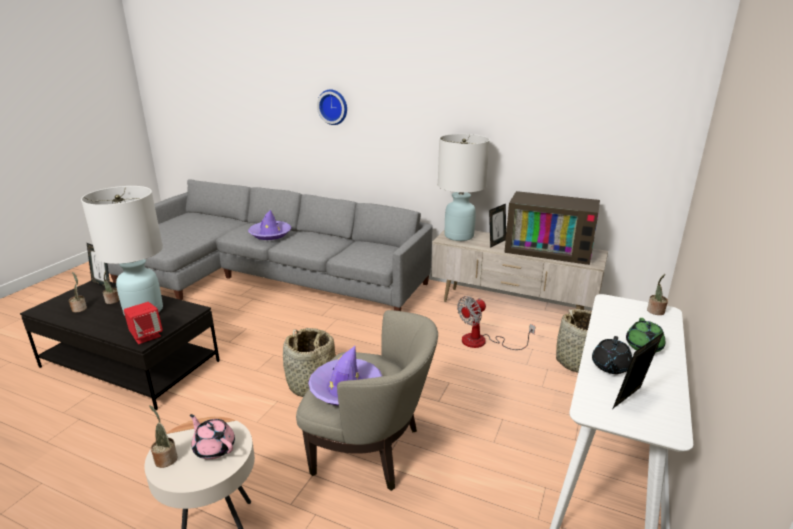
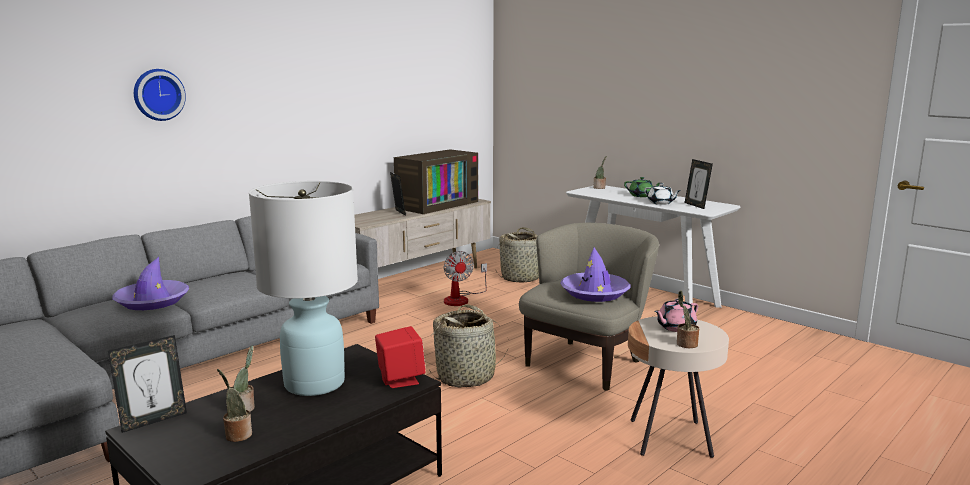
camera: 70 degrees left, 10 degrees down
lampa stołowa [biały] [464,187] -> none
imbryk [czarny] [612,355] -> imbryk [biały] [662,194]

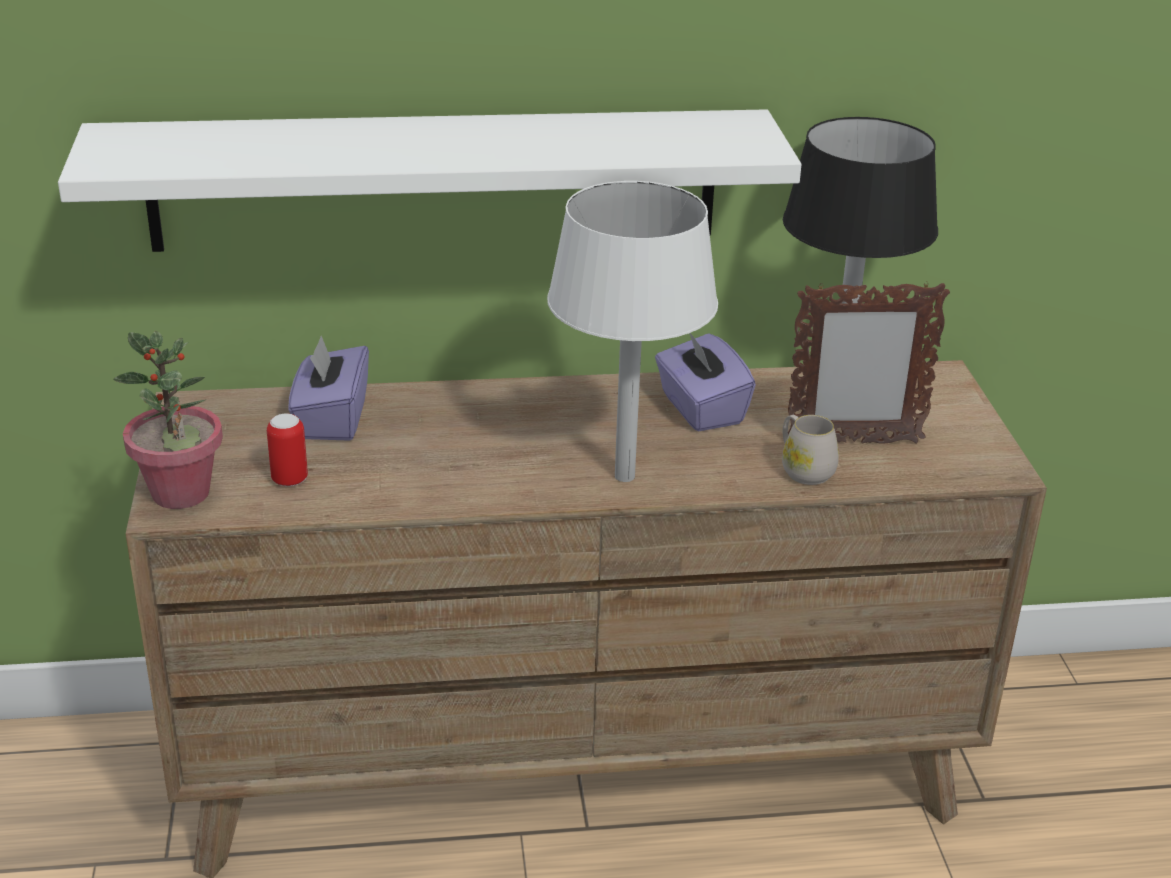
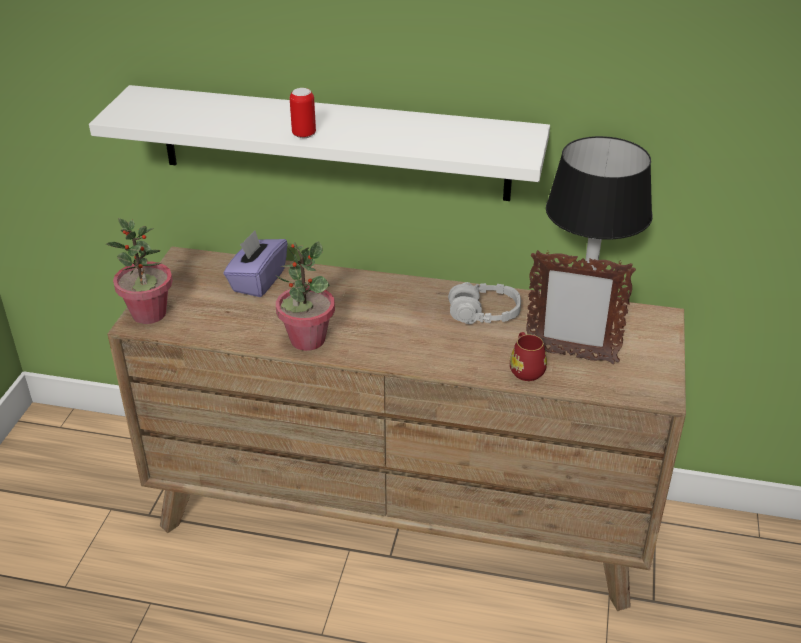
camera: 20 degrees right, 5 degrees up
lampa stołowa [biały] [632,331] -> none
pudełko chusteczek [fioletowy] [705,382] -> słuchawki [szary] [484,303]
puszka [287,450] -> puszka [303,113], relocated
kubek [biały] [810,450] -> kubek [czerwony] [528,356]
none -> roślina doniczkowa [305,296]

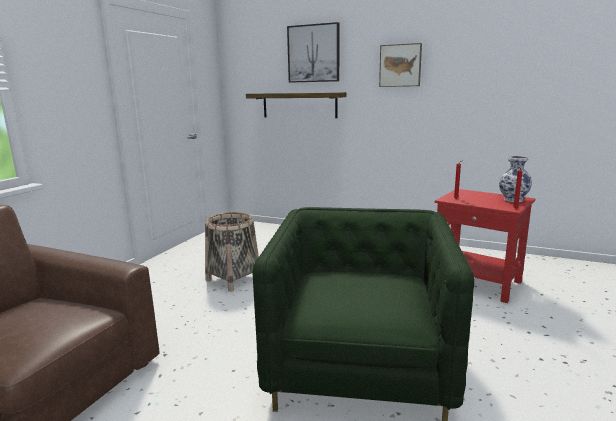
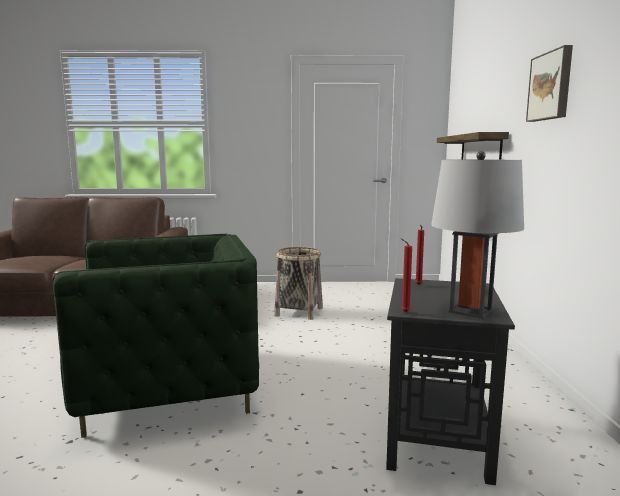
camera: 65 degrees right, 5 degrees down
obraz [313,52] -> none
wazon [515,179] -> lampa stołowa [szary] [477,235]
stolik [czerwony] [485,246] -> stolik [czarny] [450,381]

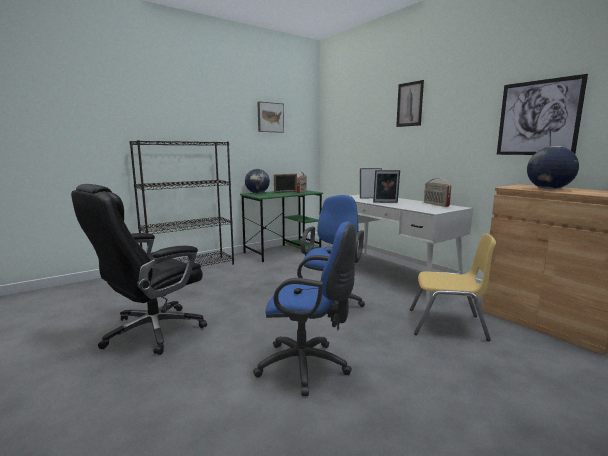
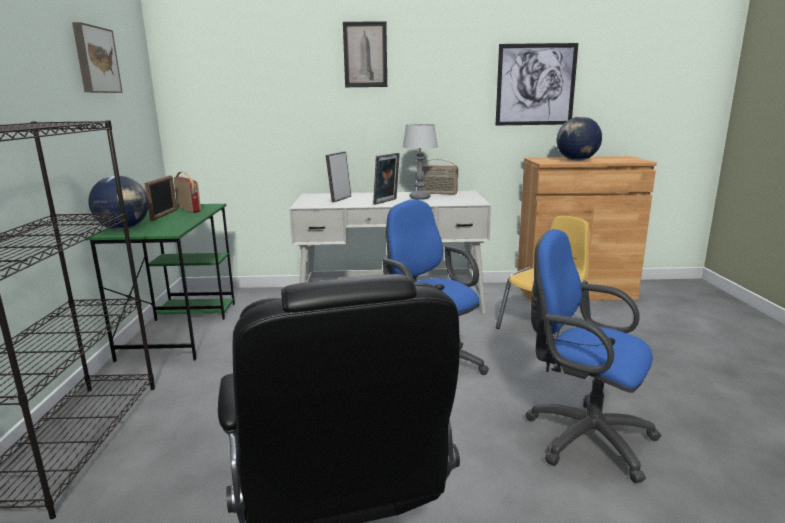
camera: 55 degrees left, 5 degrees up
krzesło biurowe [niebieski] [304,309] -> krzesło biurowe [niebieski] [593,356], 105 degrees counterclockwise
none -> lampa stołowa [420,162]

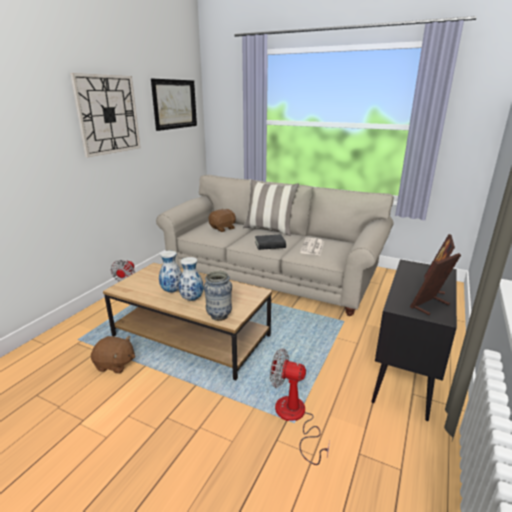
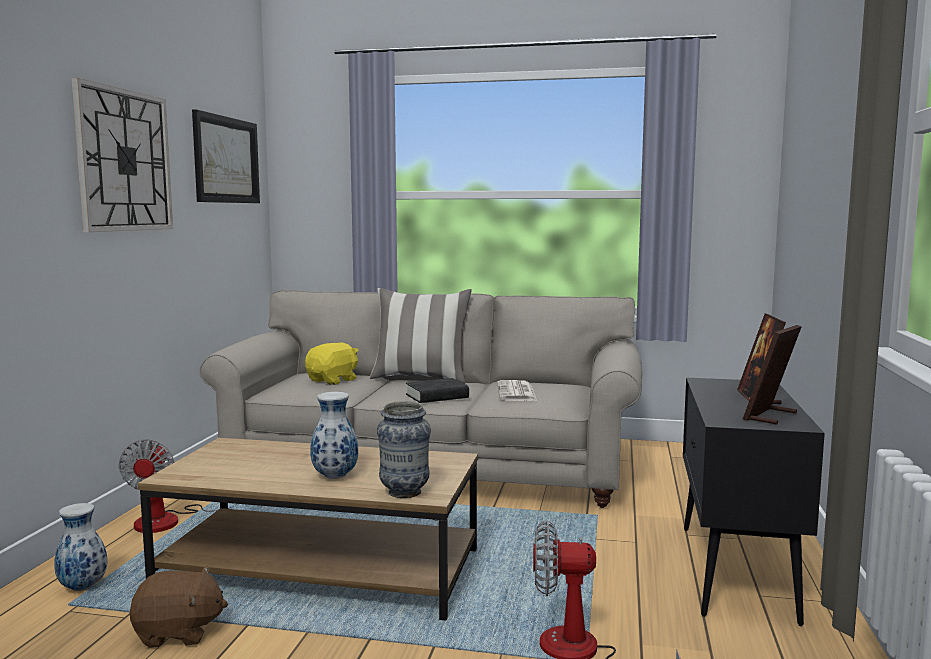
camera: 15 degrees left, 15 degrees down
pluszak [brązowy] [222,220] -> pluszak [żółty] [332,363]
wazon [170,272] -> wazon [80,547], relocated

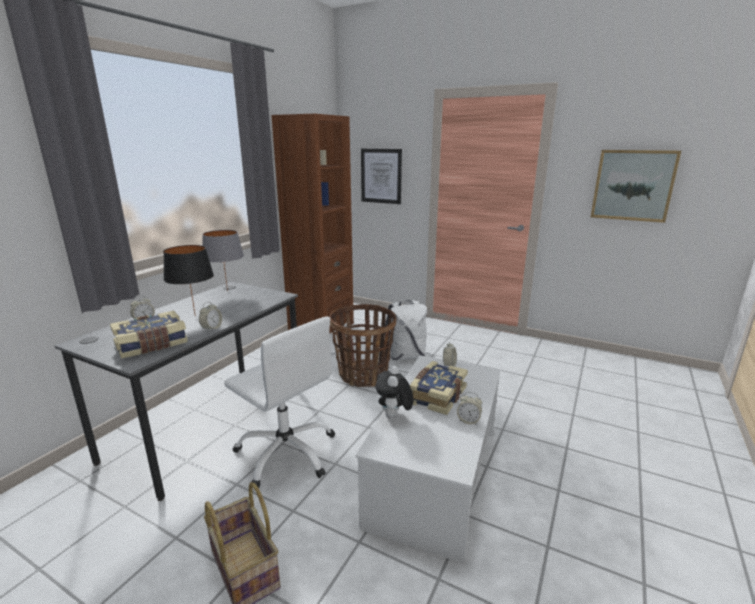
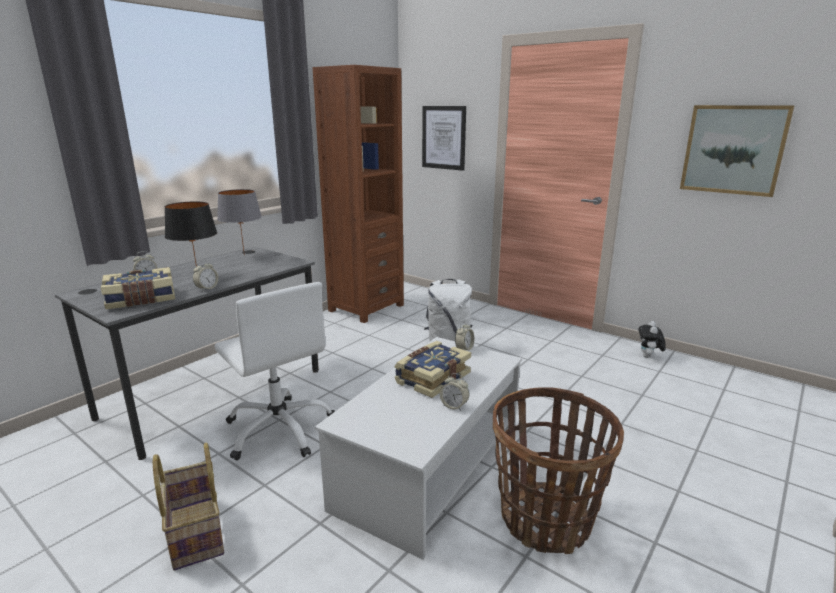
camera: 10 degrees right, 0 degrees up
koszyk [362,345] -> koszyk [558,471], relocated
pluszak [394,392] -> pluszak [652,339], relocated

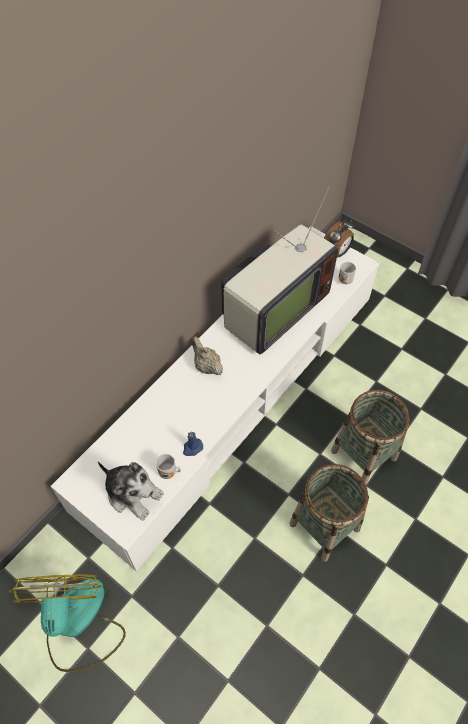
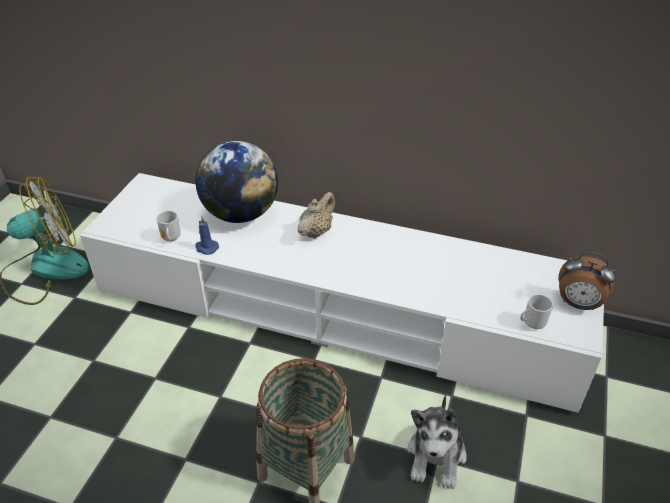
camera: 70 degrees right, 15 degrees down
telewizor [279,270] -> none
pluszak [131,490] -> pluszak [437,441], relocated
koszyk [329,513] -> none
none -> globus [237,182]

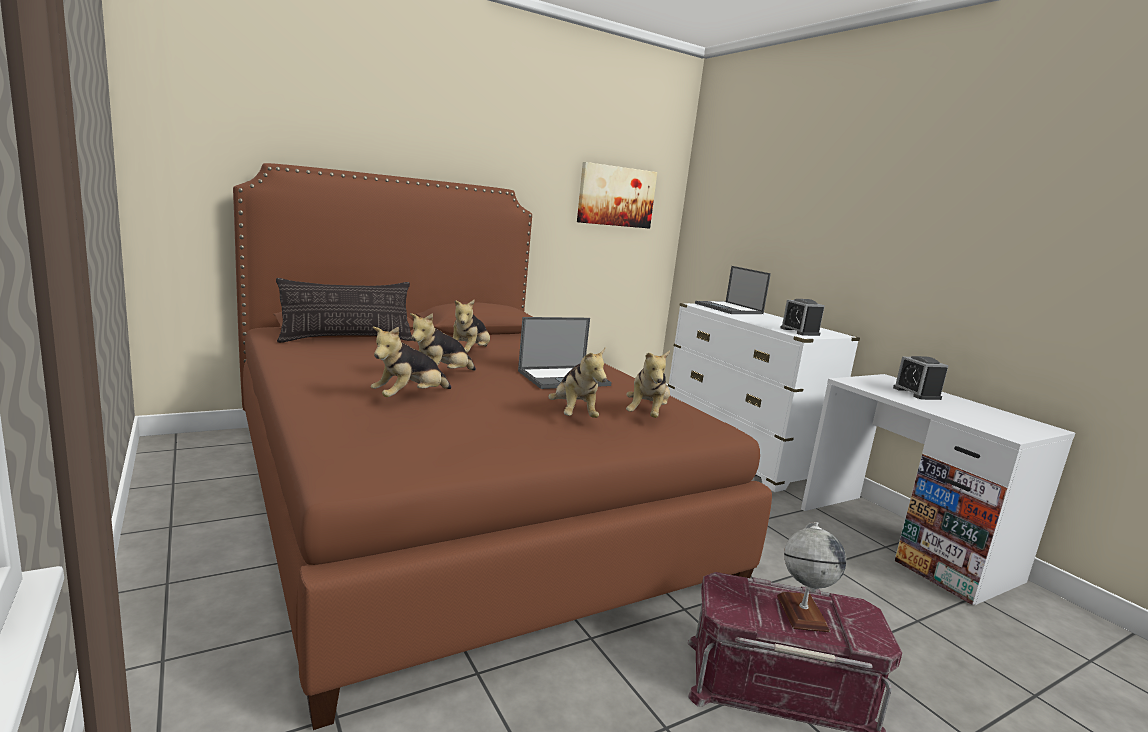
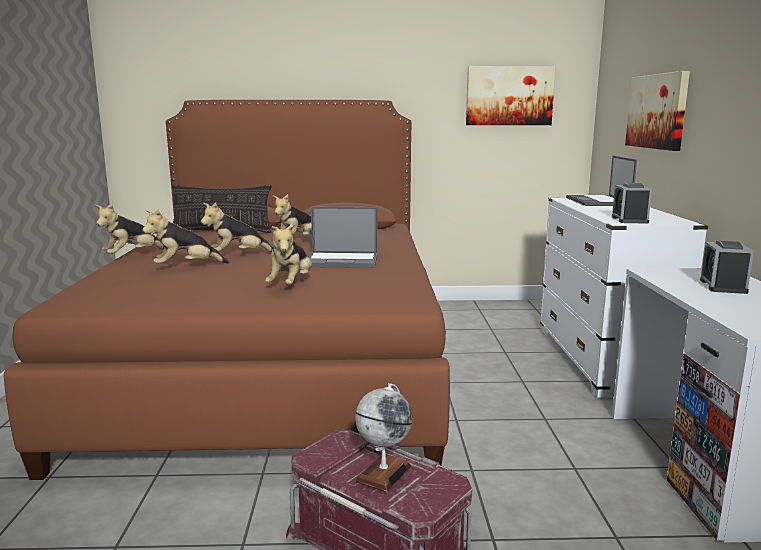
camera: 30 degrees right, 0 degrees up
pluszak [648,384] -> pluszak [129,228], relocated
none -> obraz [657,111]

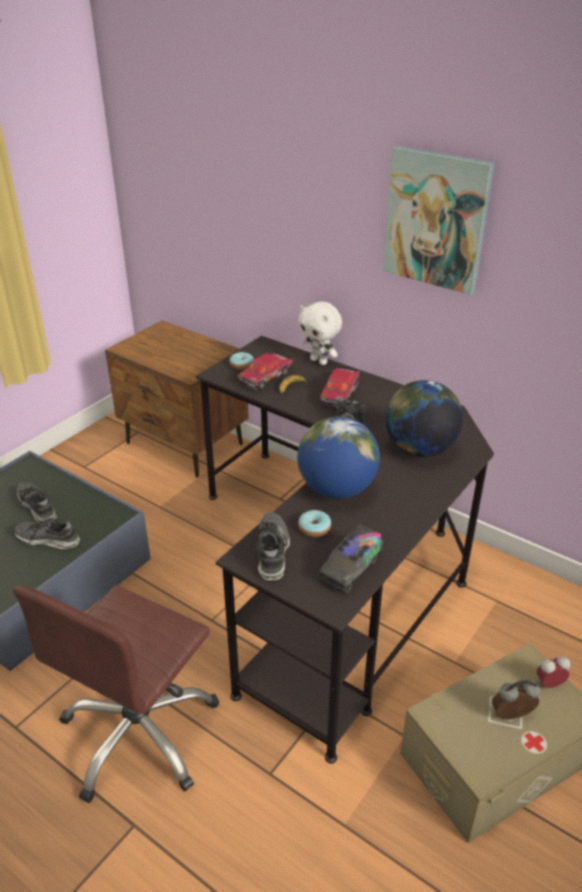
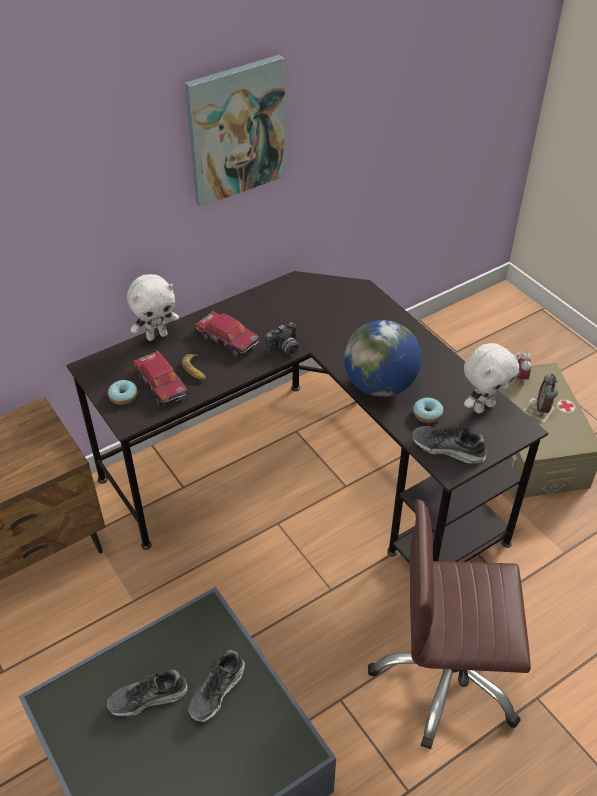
camera: 70 degrees left, 10 degrees up
globus [424,418] -> none
ciężarówka zabawkowa [350,558] -> pluszak [biały] [492,378]
krzesło biurowe [brązowy] [116,694] -> krzesło biurowe [brązowy] [449,624], 135 degrees clockwise

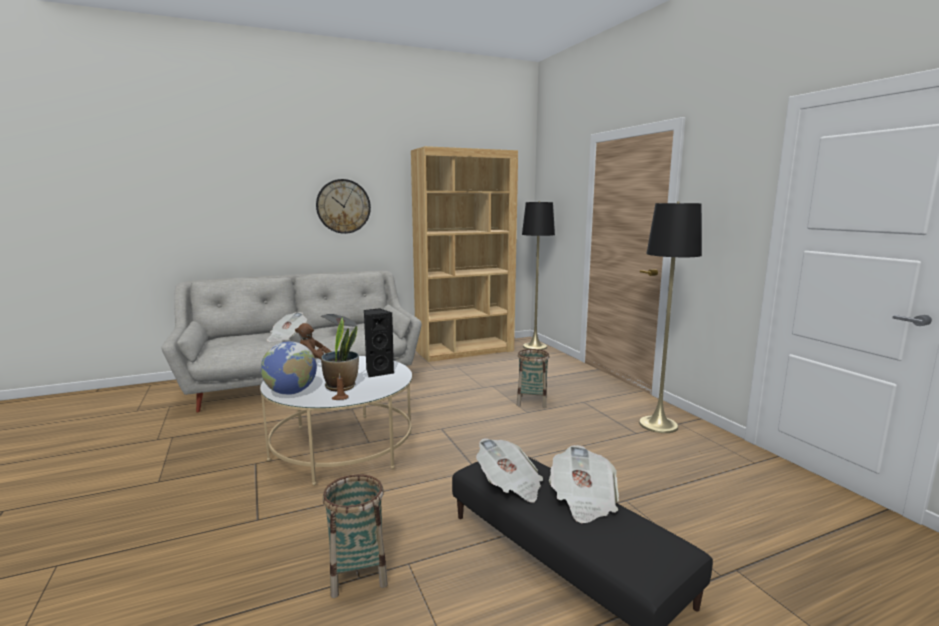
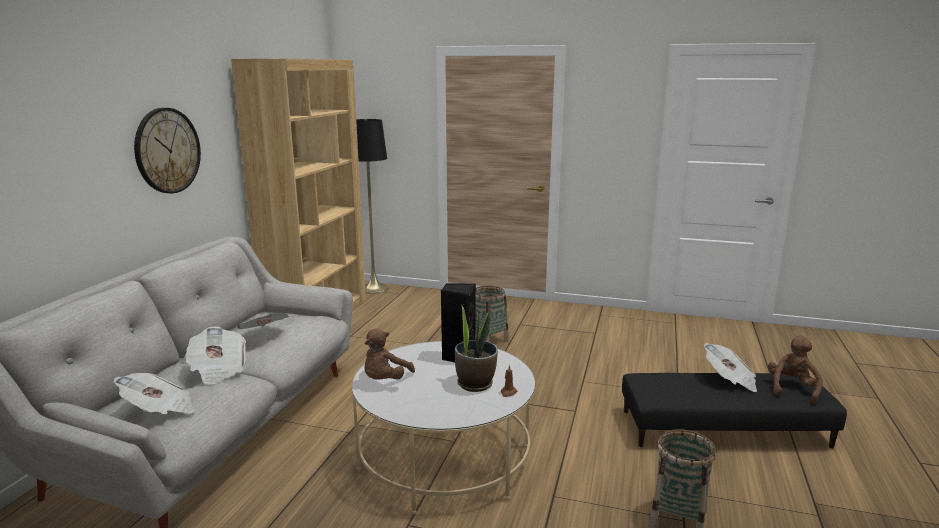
camera: 50 degrees left, 5 degrees up
lampa stojąca [czarny] [670,317] -> none
globus [289,368] -> none
gazeta [509,470] -> gazeta [154,393], relocated
none -> pluszak [brązowy] [795,369]

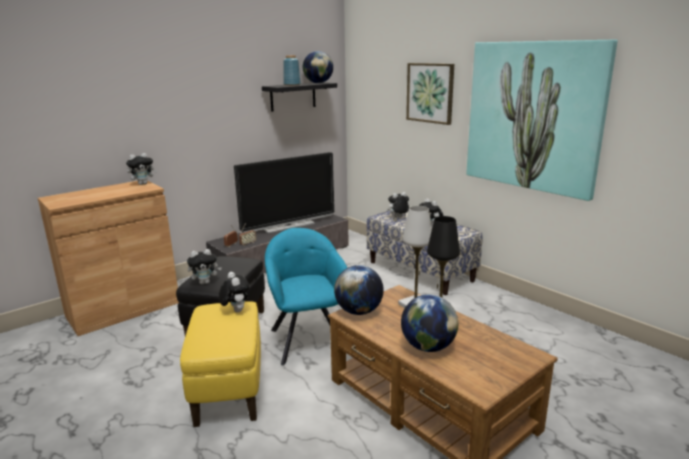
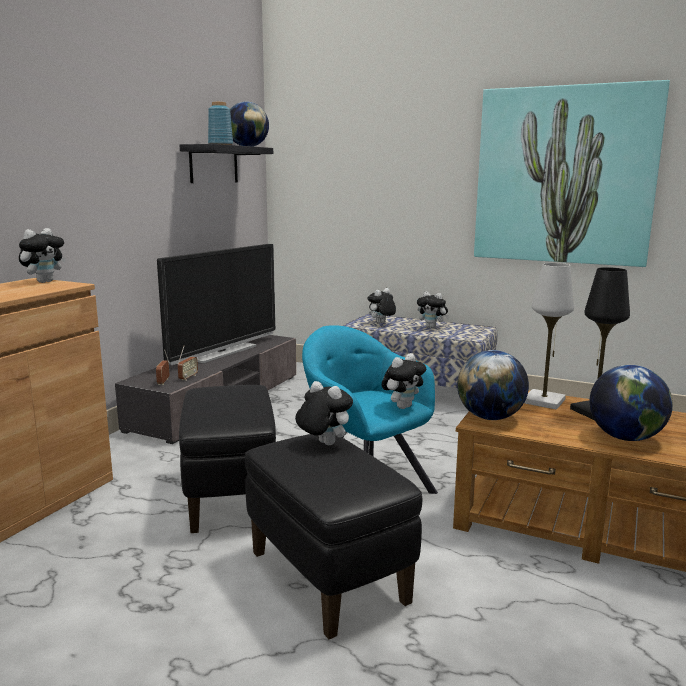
camera: 25 degrees left, 5 degrees down
obraz [430,94] -> none
pluszak [204,266] -> pluszak [404,381], relocated
pufa [żółty] [220,364] -> pufa [czarny] [333,536]

